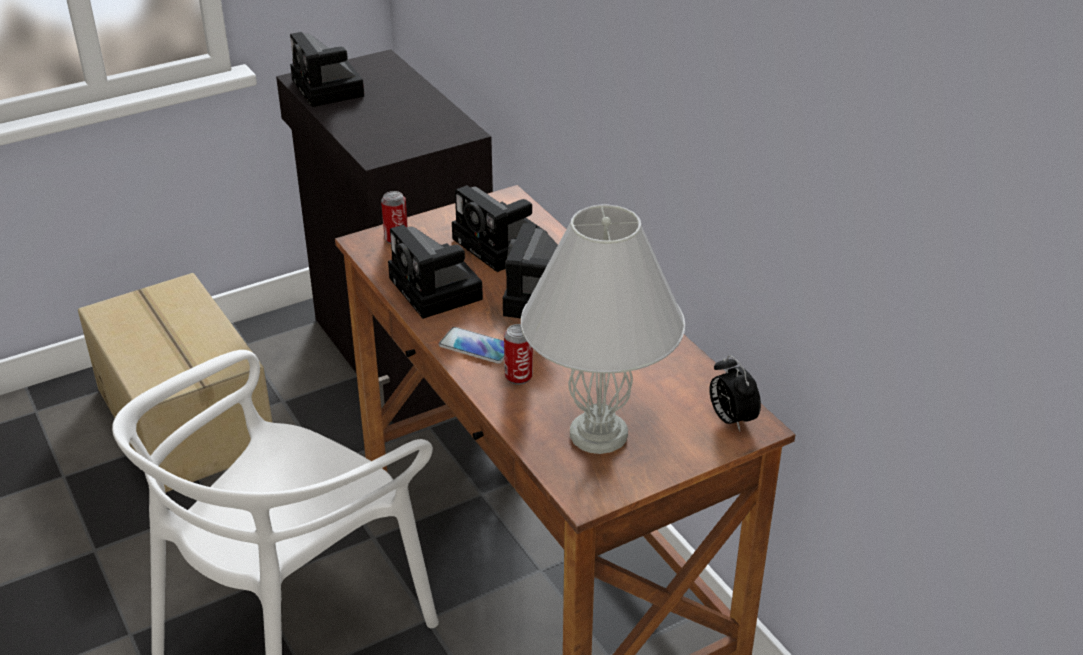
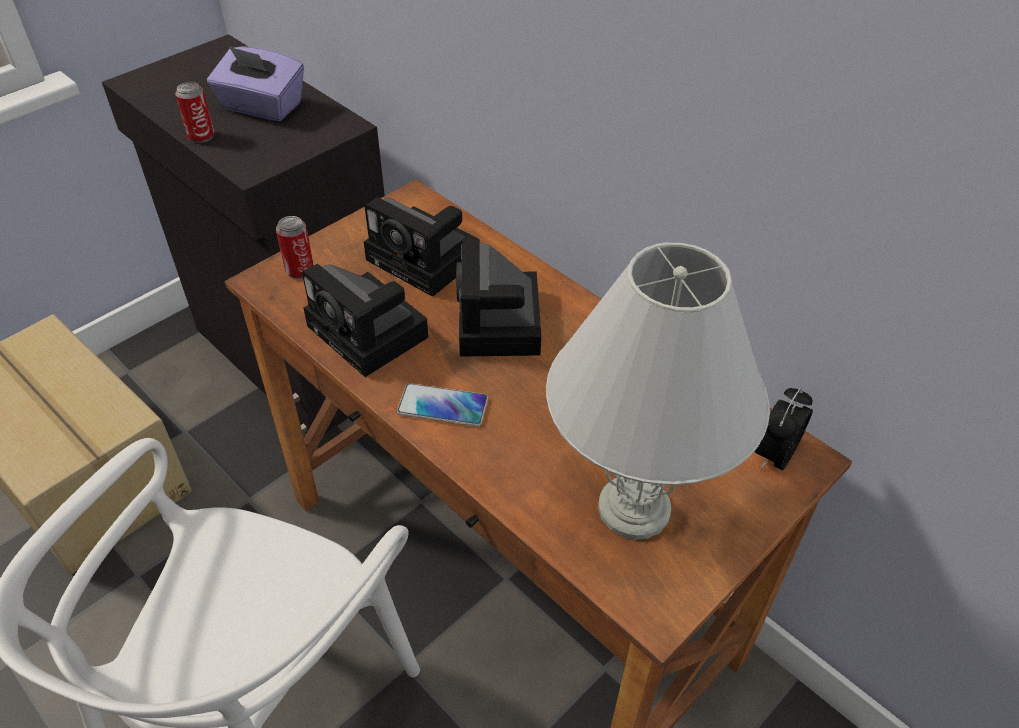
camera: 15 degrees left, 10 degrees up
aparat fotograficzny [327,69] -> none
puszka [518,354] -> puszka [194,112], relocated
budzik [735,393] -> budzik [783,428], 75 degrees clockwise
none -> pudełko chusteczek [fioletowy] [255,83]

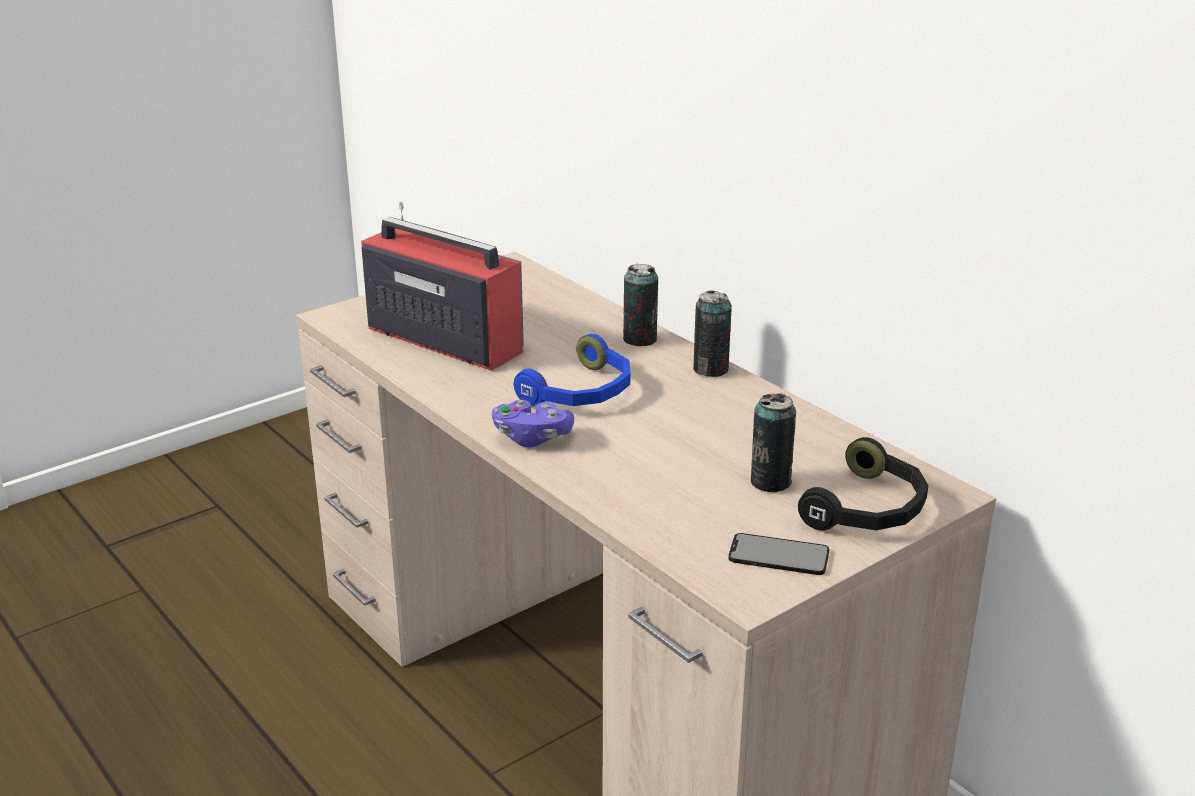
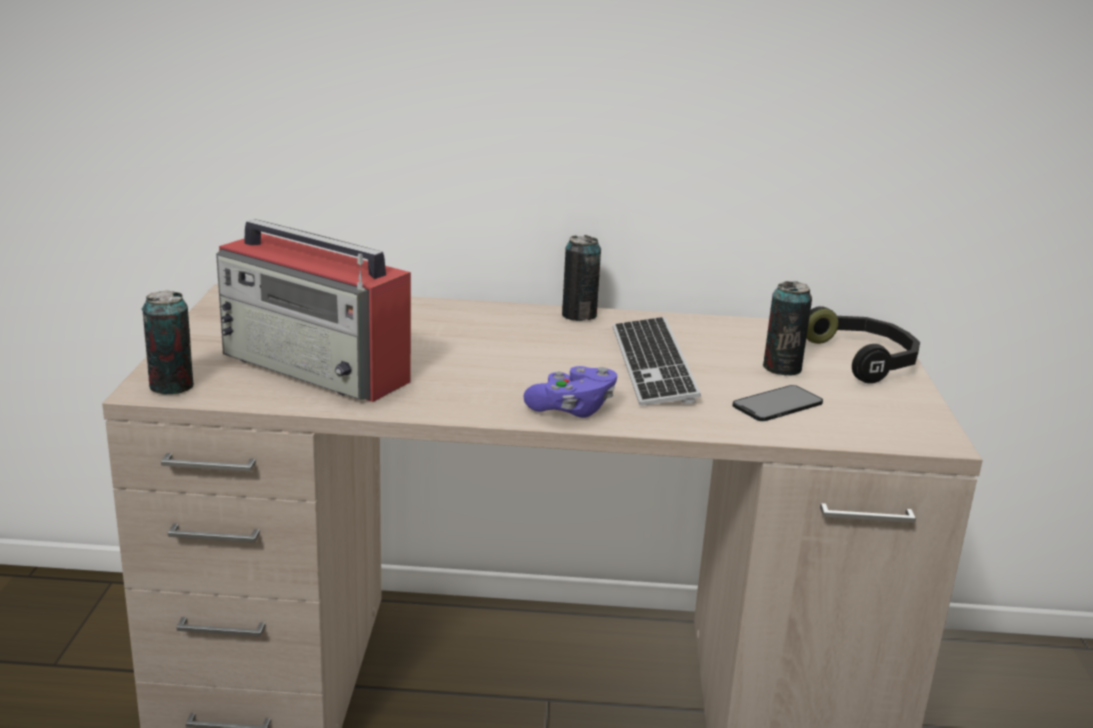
camera: 50 degrees left, 5 degrees down
radio [442,286] -> radio [313,310], 135 degrees counterclockwise
puszka [640,305] -> puszka [168,342], relocated
słuchawki [niebieski] [572,370] -> none
telefon [779,554] -> telefon [778,403], relocated
none -> klawiatura [657,361]

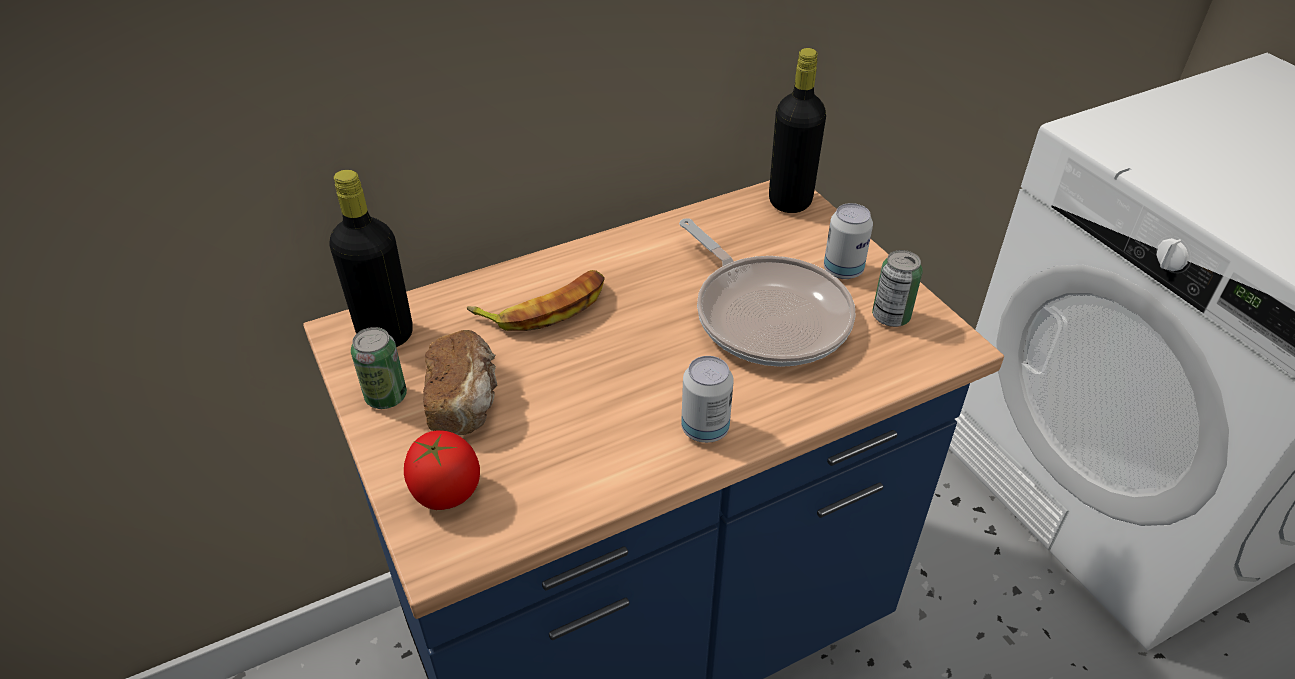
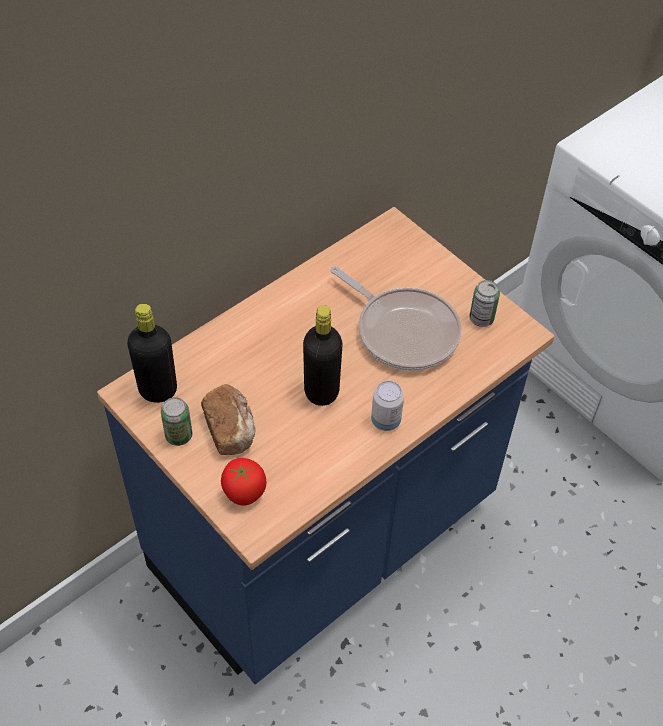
camera: 15 degrees left, 10 degrees up
butelka [czarny] [797,130] -> butelka [czarny] [323,355], relocated
puszka [848,241] -> none
banan [536,300] -> none

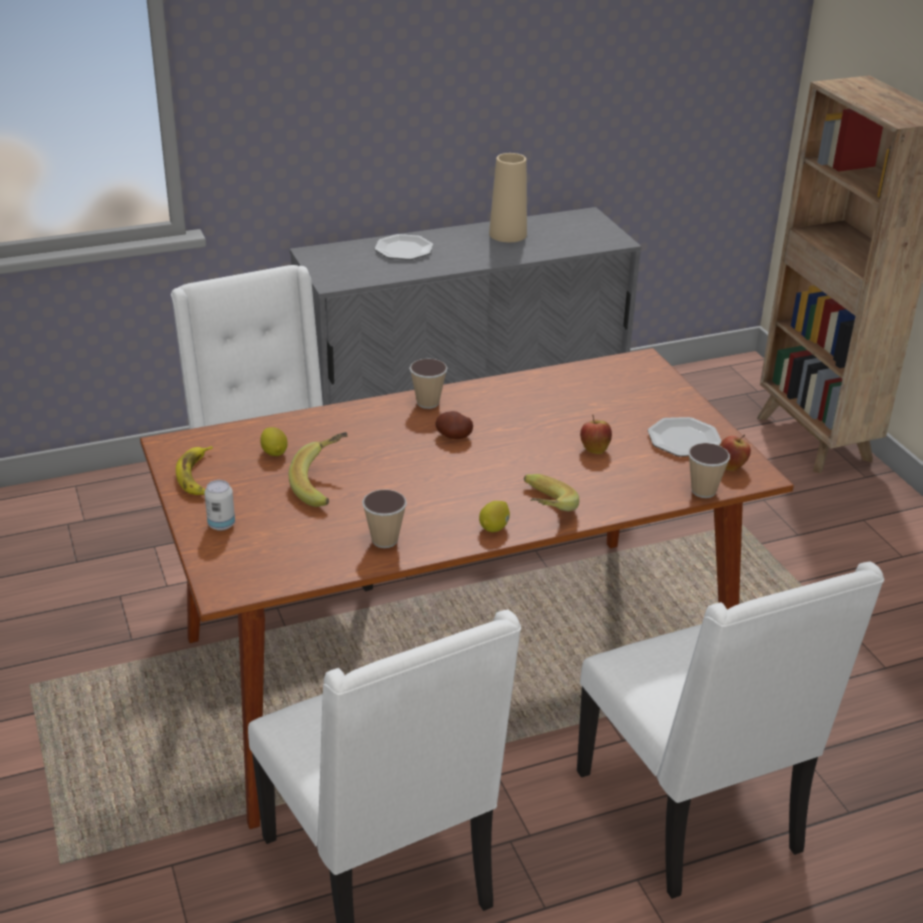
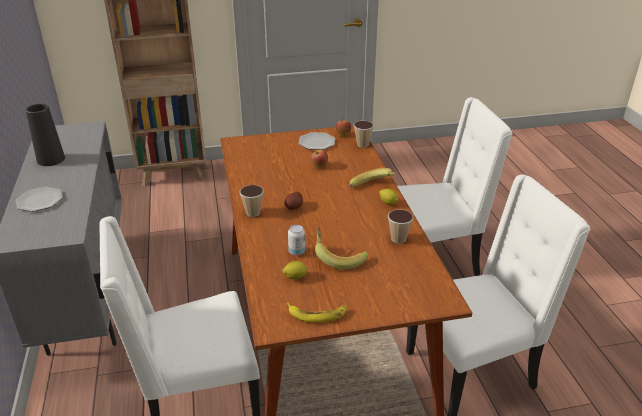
camera: 80 degrees left, 0 degrees up
wazon [beżowy] [508,197] -> wazon [czarny] [45,135]
puszka [219,505] -> puszka [296,240], relocated

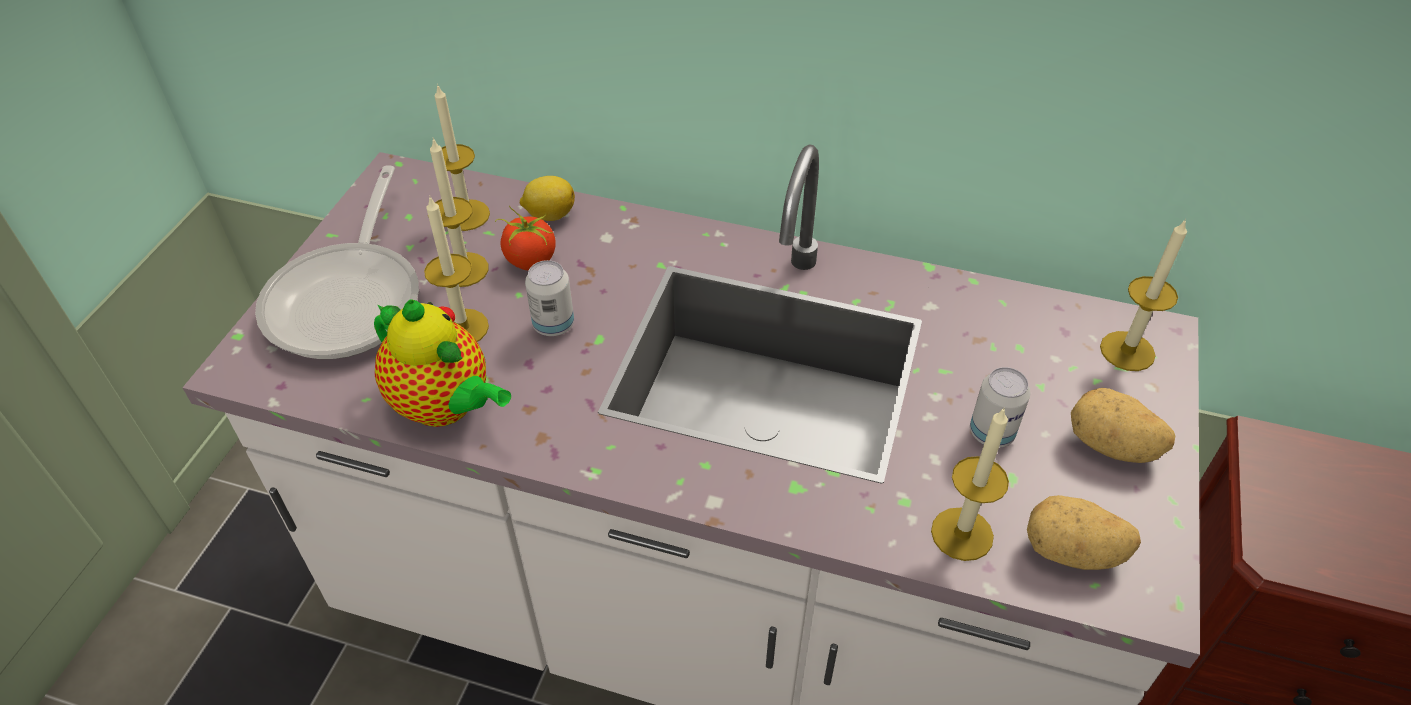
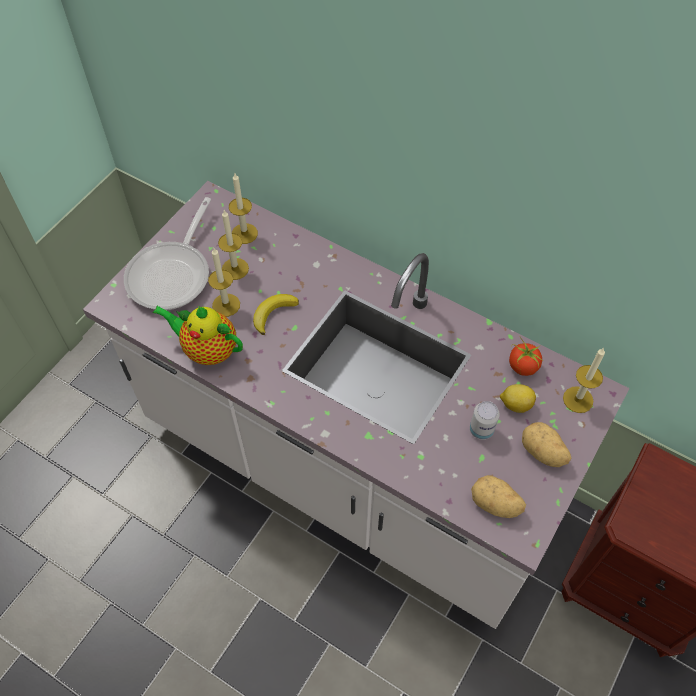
camera: 15 degrees right, 10 degrees up
cytryna [547,198] -> cytryna [518,398], relocated
pomidor [525,238] -> pomidor [526,356], relocated
puszka [549,298] -> banan [276,314]
imbryk [442,363] -> imbryk [198,335], 150 degrees clockwise
świeca [970,484] -> none

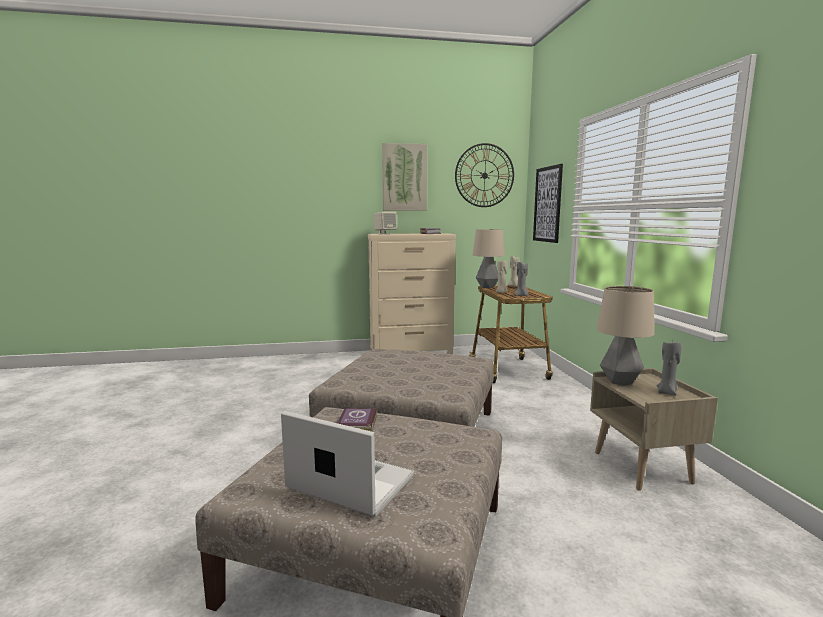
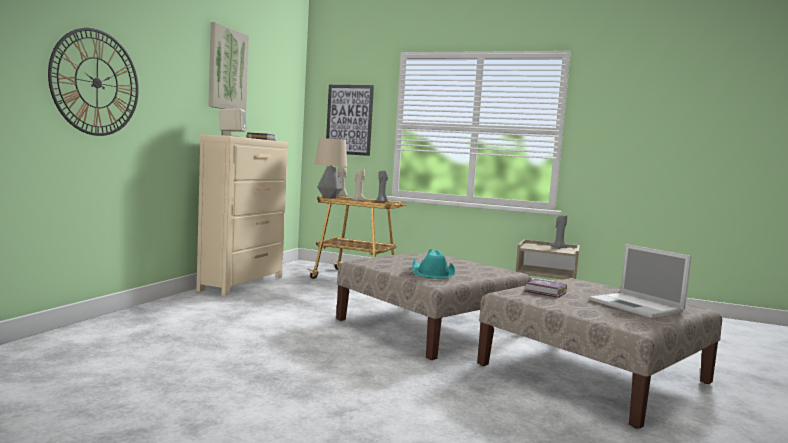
camera: 60 degrees left, 5 degrees down
zegar ścienny [484,175] -> zegar ścienny [93,82], relocated
lampa stołowa [626,336] -> none
laptop [347,464] -> laptop [640,281], 90 degrees counterclockwise
none -> kapelusz [turkusowy] [433,264]

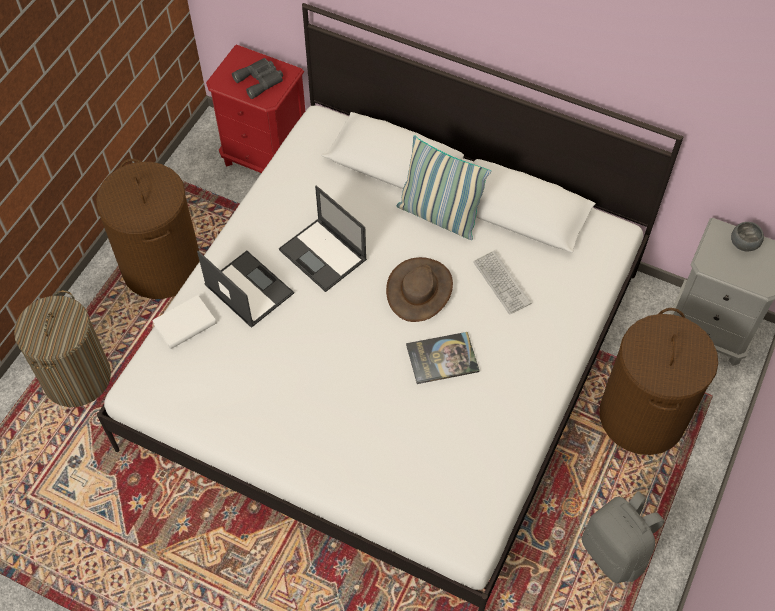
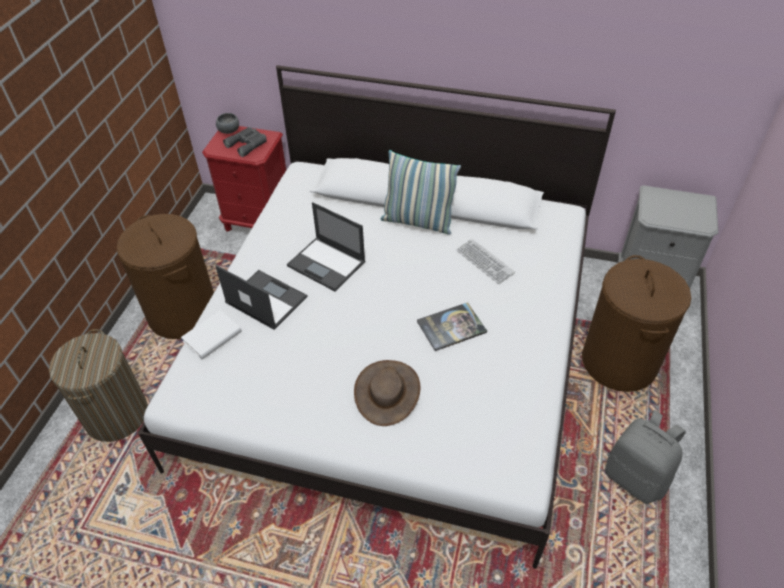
camera: 10 degrees left, 10 degrees down
miska [szary] [747,237] -> miska [szary] [227,123], relocated
kapelusz [brązowy] [419,289] -> kapelusz [brązowy] [387,393], relocated

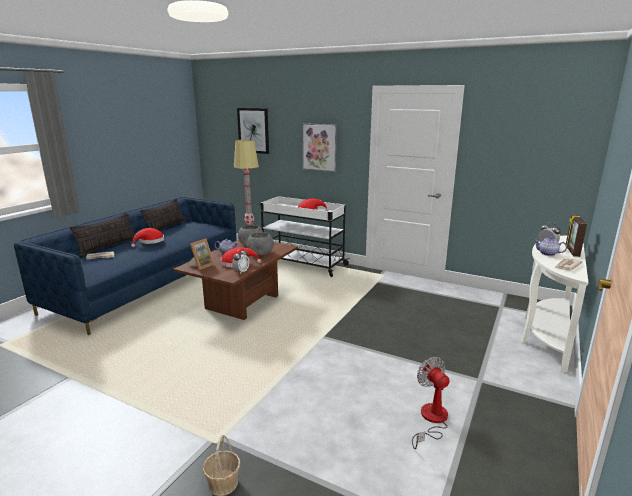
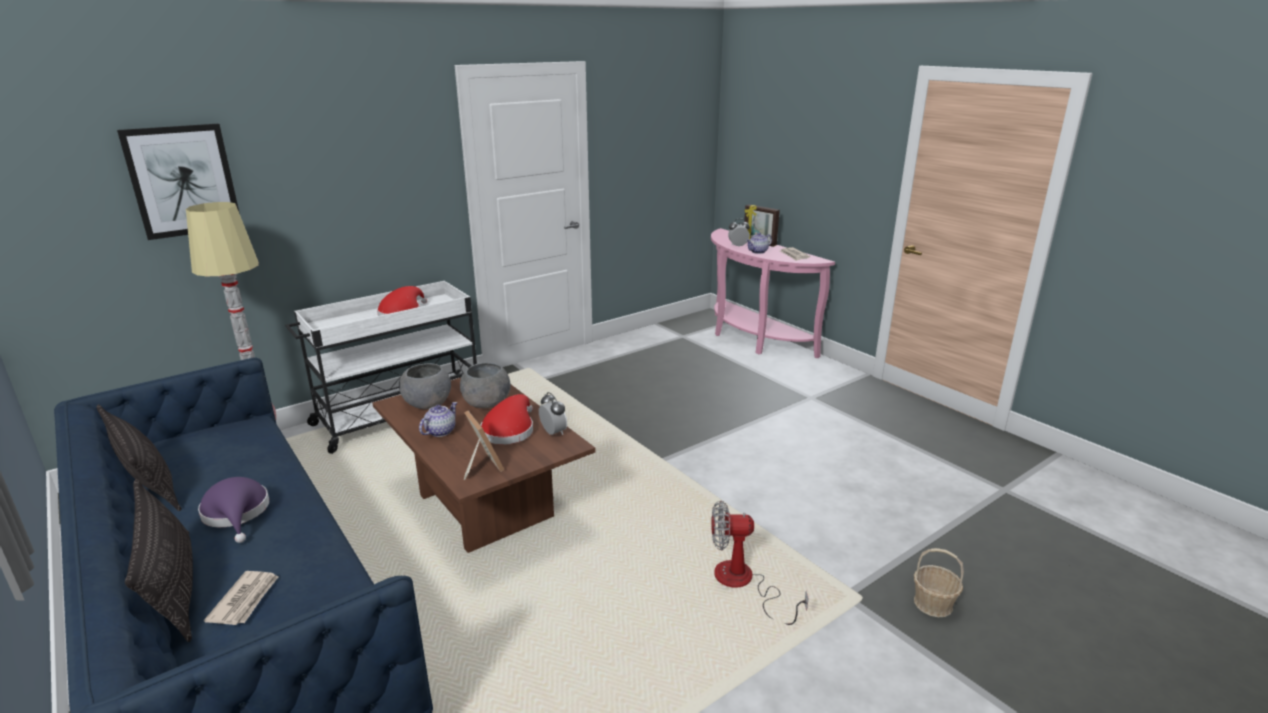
camera: 65 degrees left, 5 degrees up
obraz [319,147] -> none
kapelusz [czerwony] [147,237] -> kapelusz [fioletowy] [233,510]
stolik konsolowy [biały] [554,304] -> stolik konsolowy [różowy] [773,293]
wentylator [430,403] -> wentylator [760,562], relocated

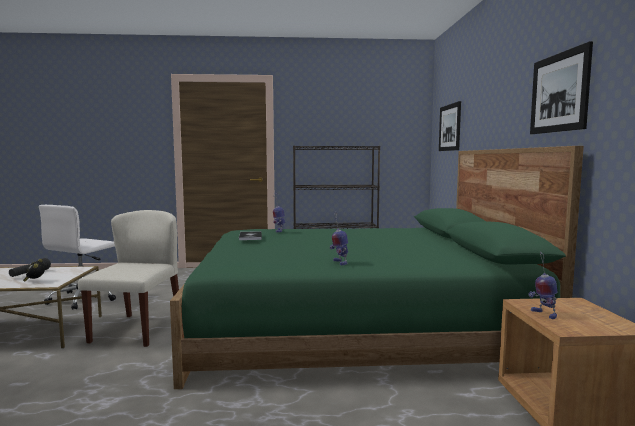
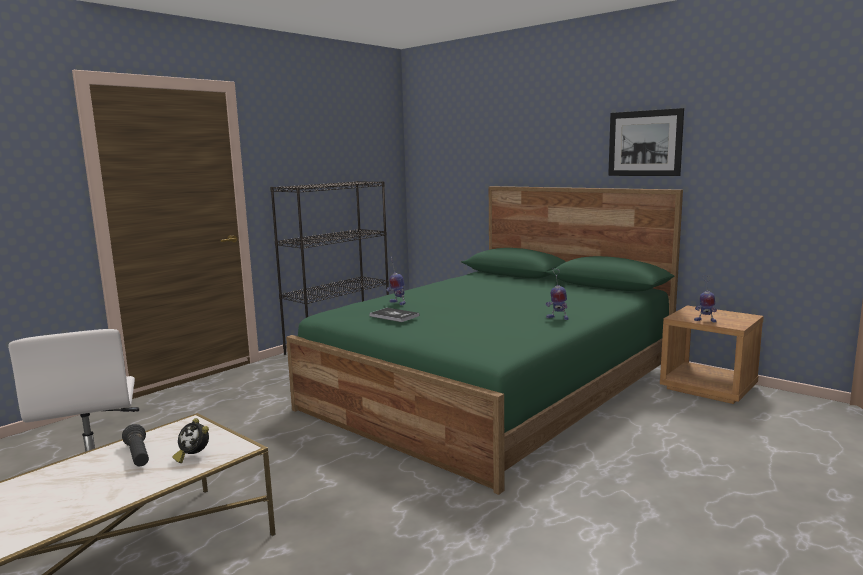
camera: 45 degrees left, 5 degrees up
obraz [450,126] -> none
krzesło [beżowy] [128,278] -> none

